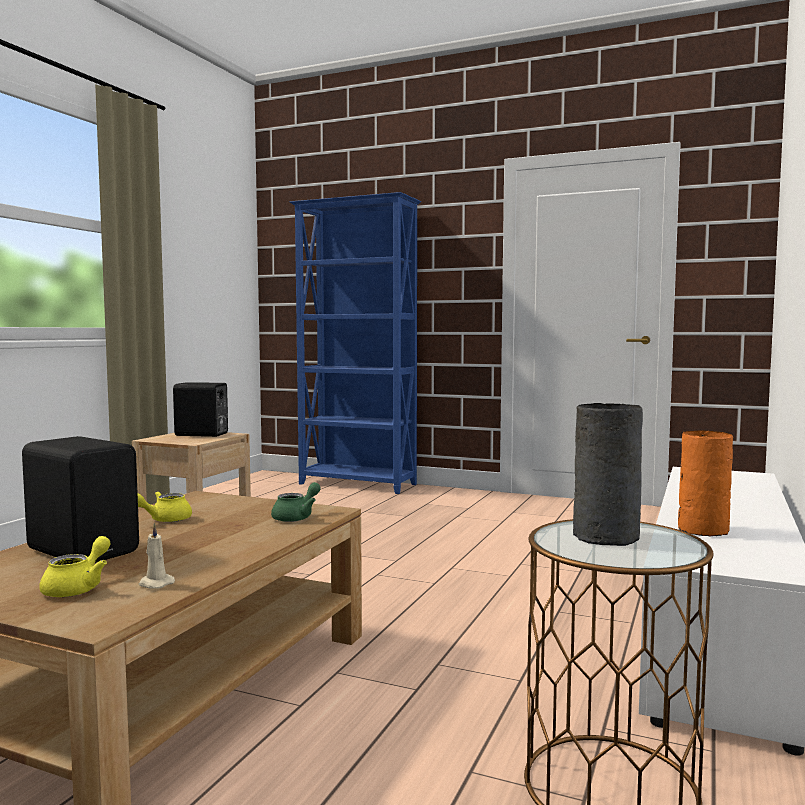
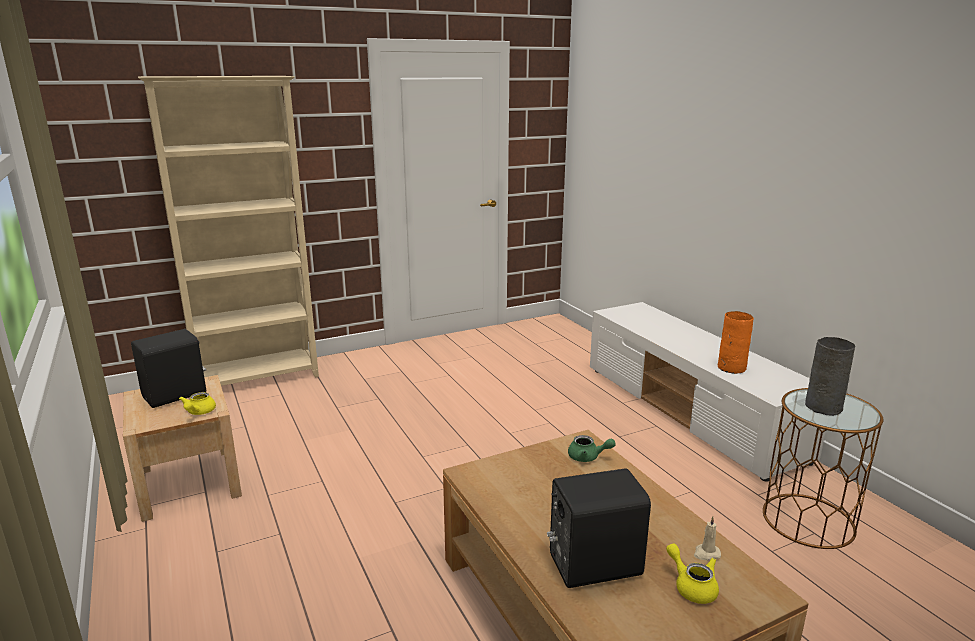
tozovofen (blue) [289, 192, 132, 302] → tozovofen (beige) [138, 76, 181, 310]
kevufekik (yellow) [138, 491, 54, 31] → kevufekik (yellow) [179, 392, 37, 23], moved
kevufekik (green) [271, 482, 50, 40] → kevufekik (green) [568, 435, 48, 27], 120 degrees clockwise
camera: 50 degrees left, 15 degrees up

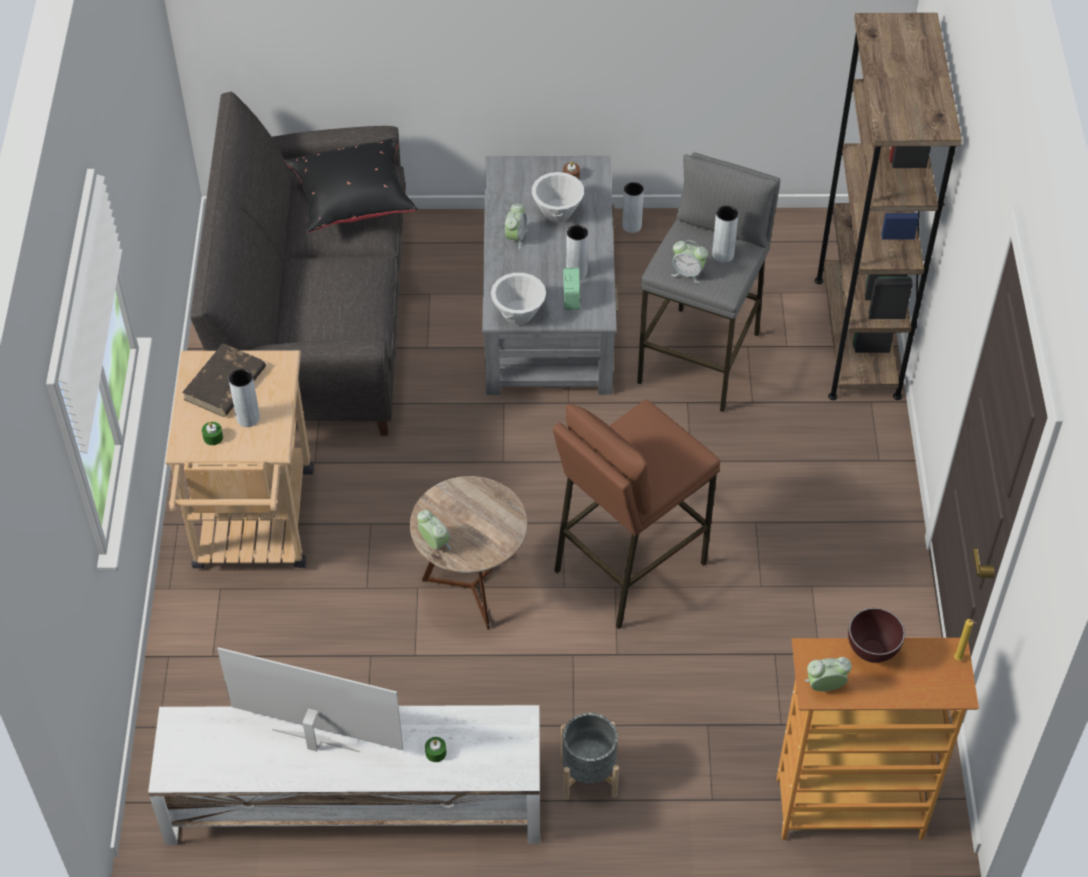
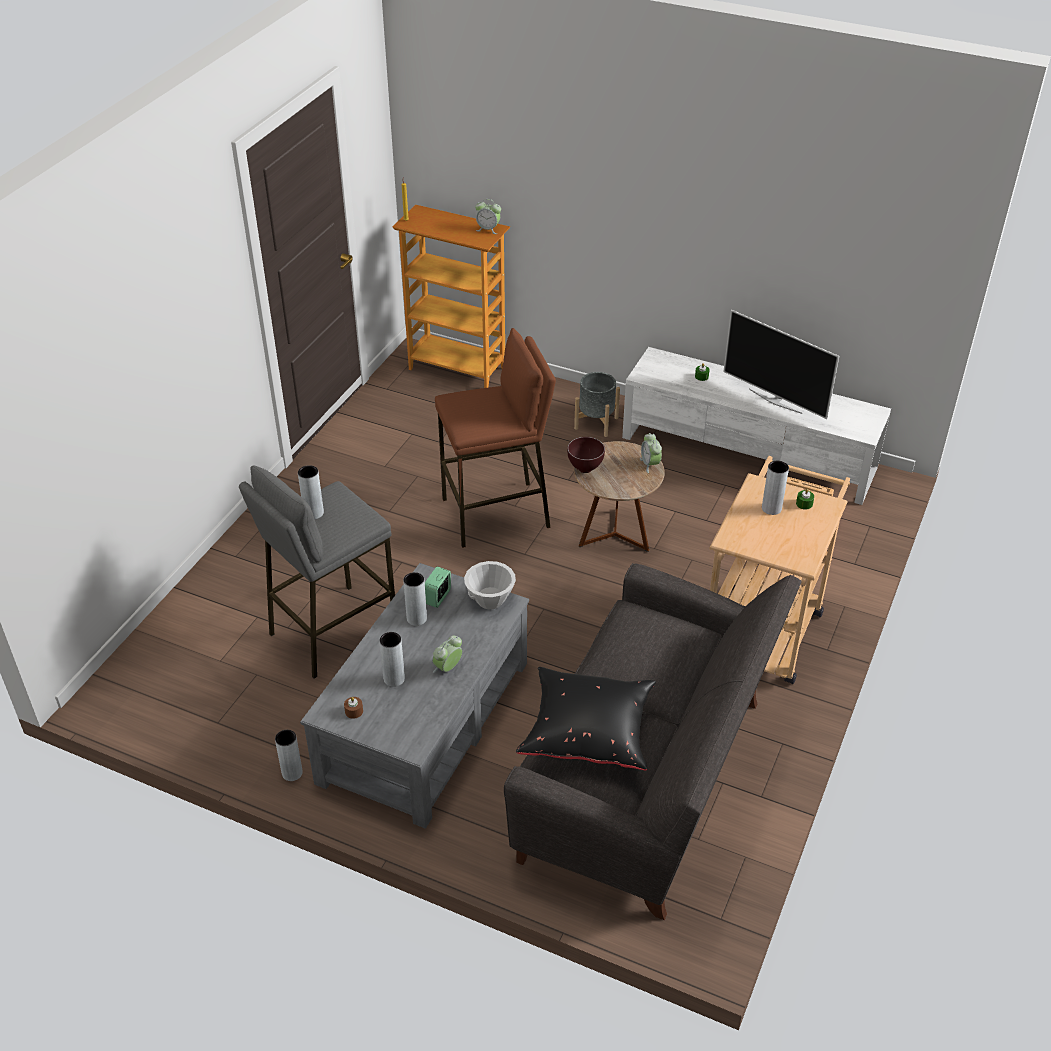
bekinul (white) [532, 172, 52, 50] → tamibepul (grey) [379, 632, 26, 55]
bekinul (brown) [848, 608, 57, 55] → bekinul (brown) [567, 437, 38, 36], moved
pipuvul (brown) [182, 343, 84, 74] → -
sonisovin [672, 240, 36, 44] → -
tozovofen (brown) [815, 13, 147, 387] → -
camera: 155 degrees left, 10 degrees down

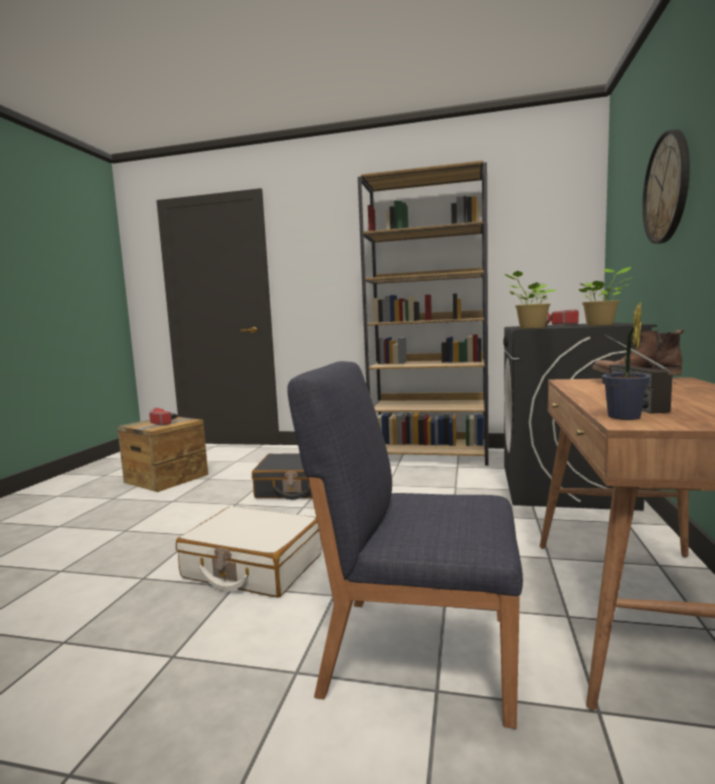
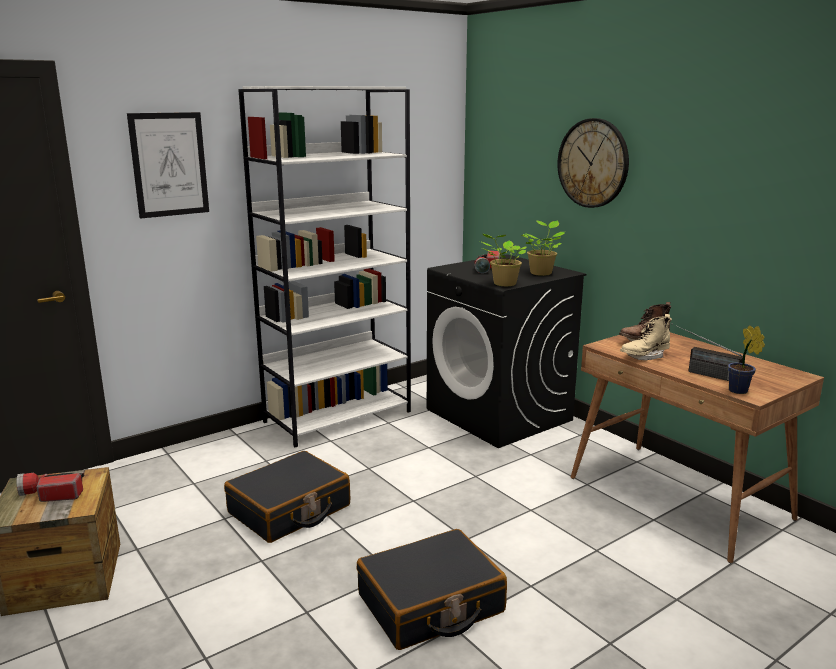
- → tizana [127, 112, 82, 107]
tozovofen (brown) [358, 160, 131, 306] → tozovofen (white) [238, 86, 173, 361]
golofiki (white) [176, 506, 145, 92] → golofiki (black) [357, 529, 150, 121]
- → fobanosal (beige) [620, 314, 52, 47]
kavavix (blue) [287, 361, 236, 368] → -
camera: 50 degrees left, 10 degrees up

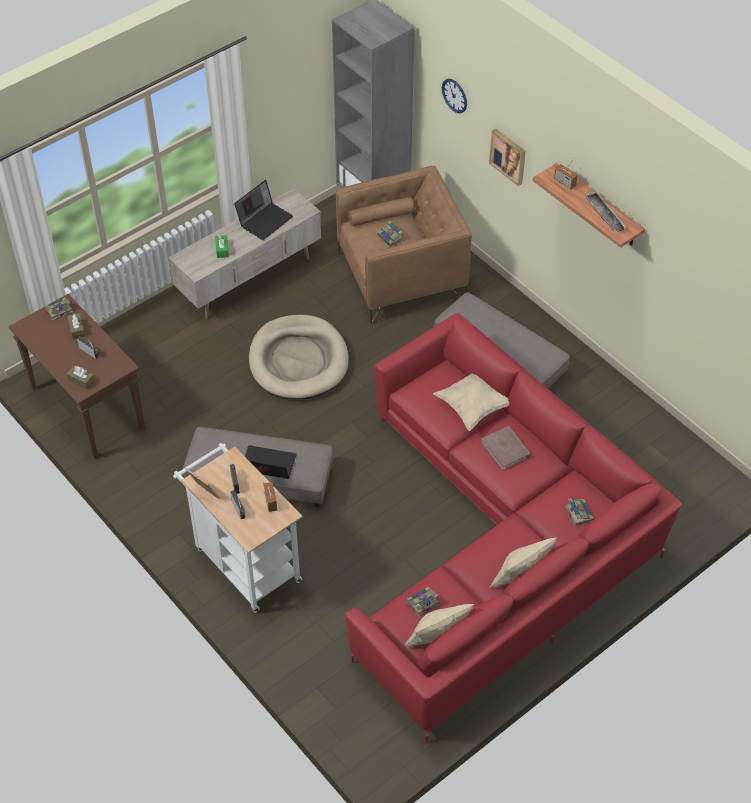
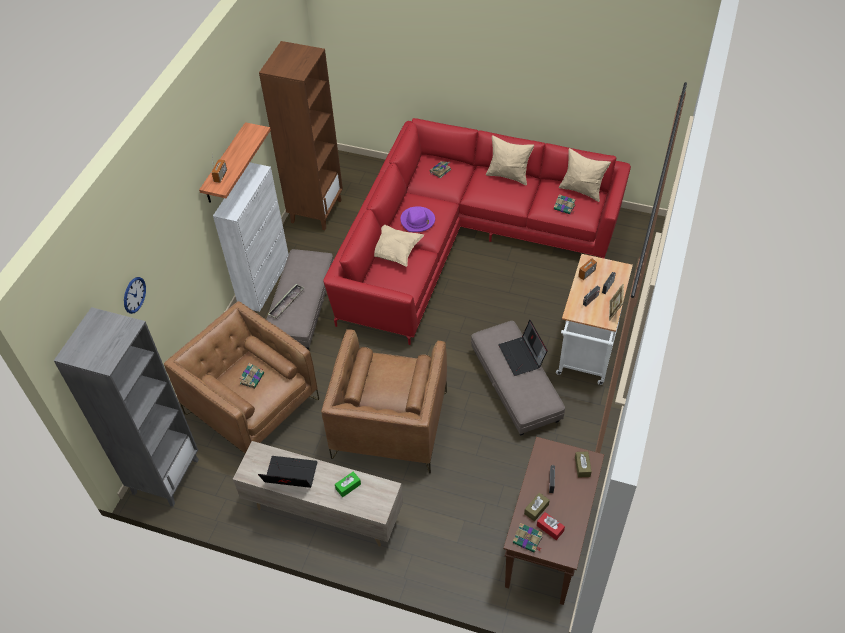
- → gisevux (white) [213, 162, 76, 150]
- → tozovofen (brown) [259, 41, 84, 189]
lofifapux [585, 192, 41, 40] → lofifapux [268, 284, 36, 35], moved
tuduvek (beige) [249, 315, 100, 84] → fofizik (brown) [321, 329, 126, 144]
pipuvul (brown) [481, 426, 50, 44] → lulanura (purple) [401, 206, 34, 26]
- → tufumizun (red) [537, 512, 28, 28]
tizana [489, 128, 37, 58] → -
camera: 120 degrees left, 0 degrees up

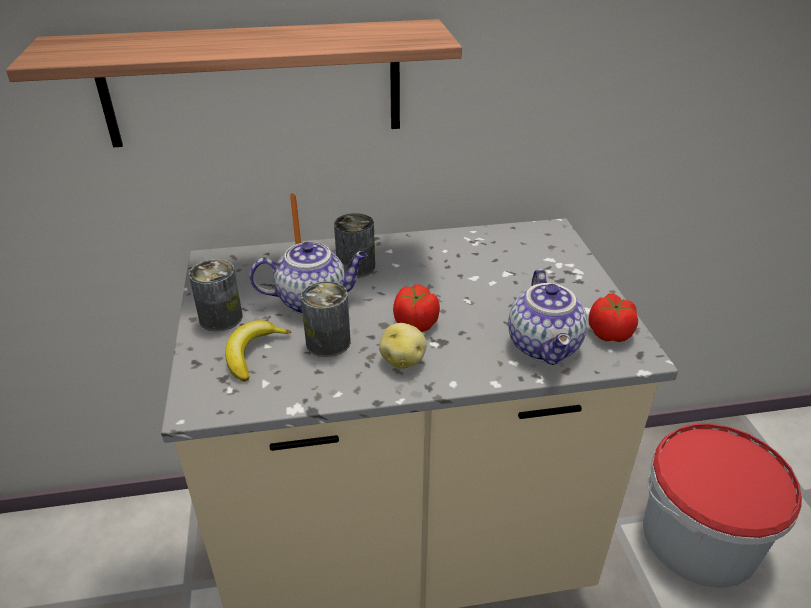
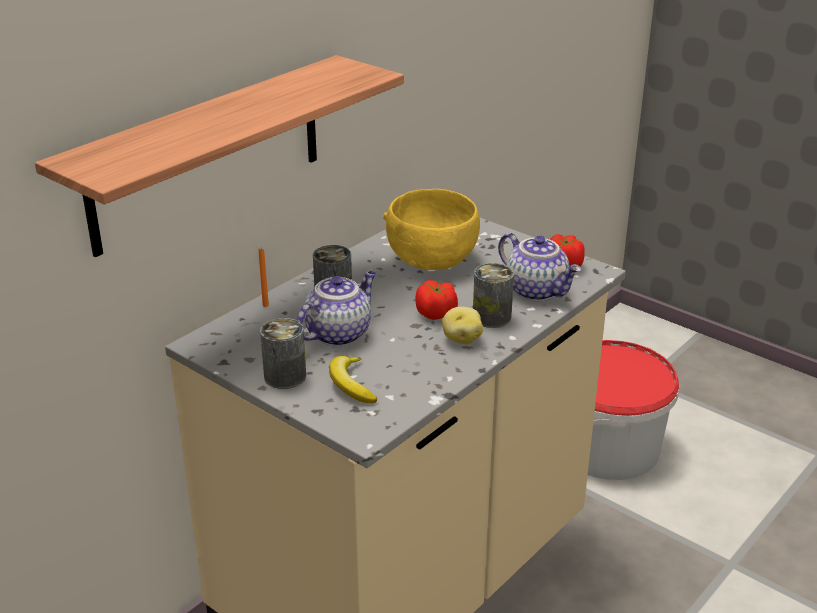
- → bekinul (yellow) [383, 189, 97, 81]
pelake [301, 281, 49, 76] → pelake [473, 263, 41, 65], moved
camera: 40 degrees left, 5 degrees down

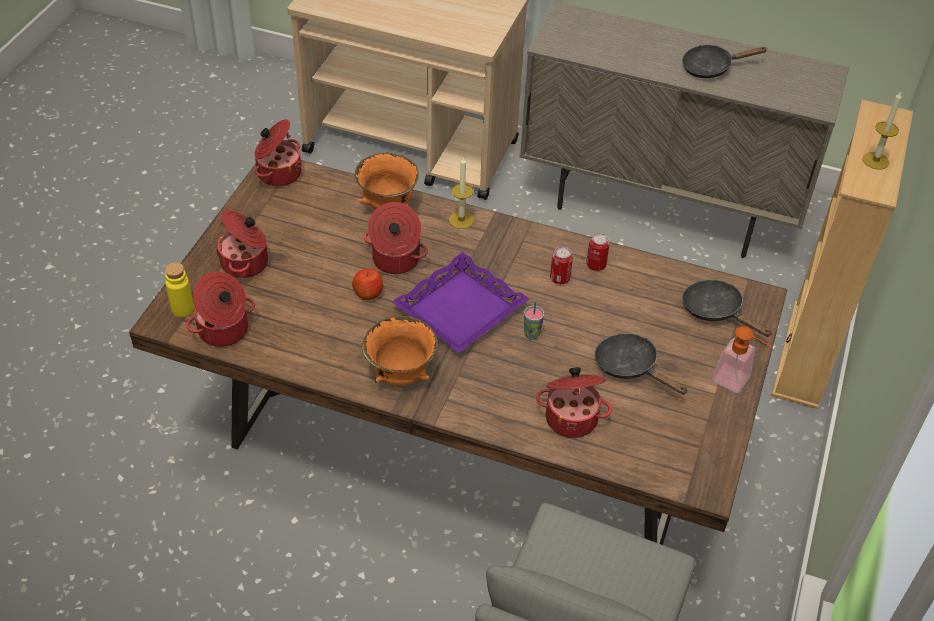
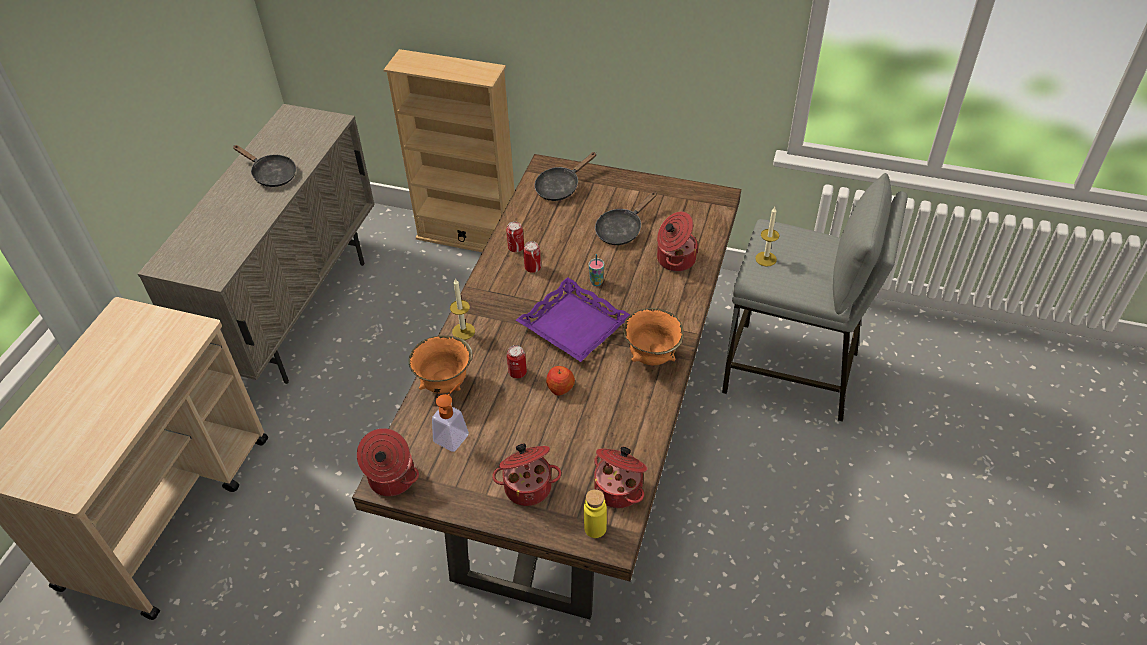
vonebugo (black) [682, 45, 86, 33] → vonebugo (black) [233, 145, 63, 42], 45 degrees counterclockwise
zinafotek [712, 326, 61, 67] → zinafotek [432, 383, 37, 69], moved
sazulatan [364, 202, 64, 72] → pelake [507, 345, 20, 33]
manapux [862, 91, 40, 78] → manapux [755, 207, 24, 60], moved
camera: 90 degrees left, 0 degrees up

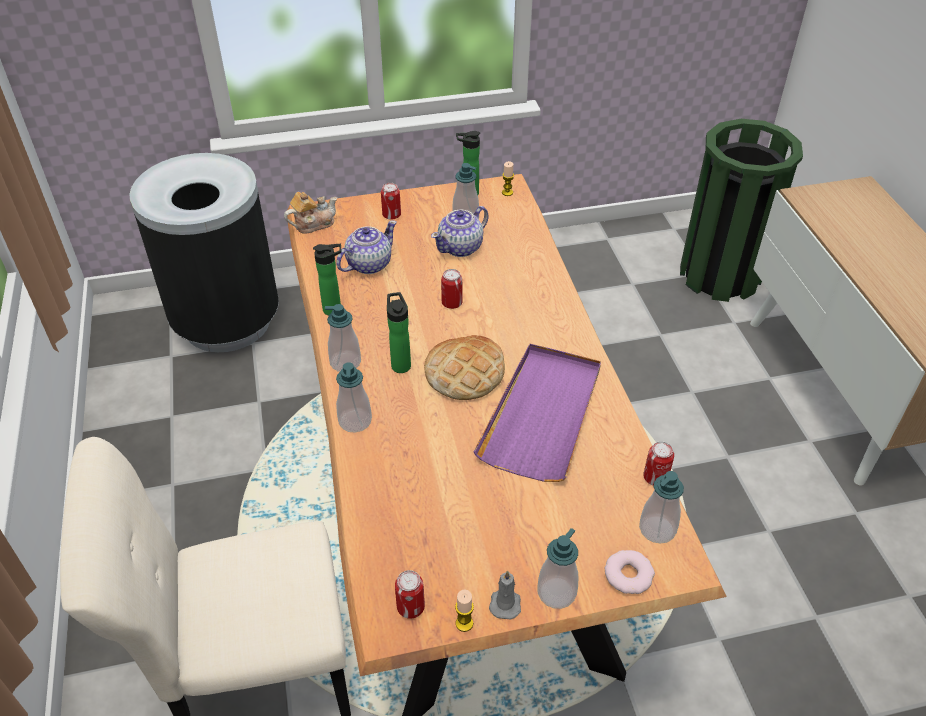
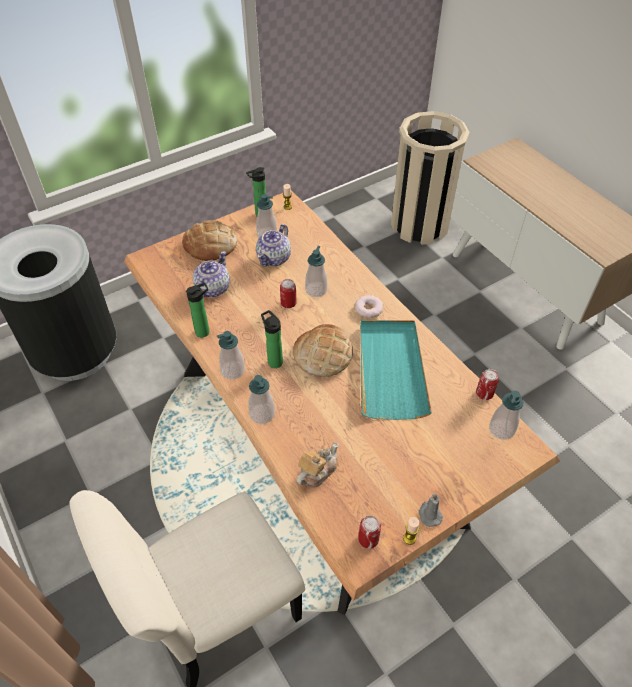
pelake [381, 183, 20, 37] → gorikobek [182, 220, 55, 41]
kevufekik [284, 192, 53, 42] → kevufekik [296, 442, 43, 46], moved
zinafotek [538, 528, 40, 81] → zinafotek [305, 246, 22, 51], moved
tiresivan [605, 550, 50, 44] → tiresivan [355, 295, 28, 23], moved
lofifapux (purple) [474, 344, 127, 138] → lofifapux (turquoise) [360, 320, 72, 100]
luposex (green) [680, 119, 123, 183] → luposex (beige) [391, 111, 78, 134]
camera: 20 degrees left, 5 degrees up

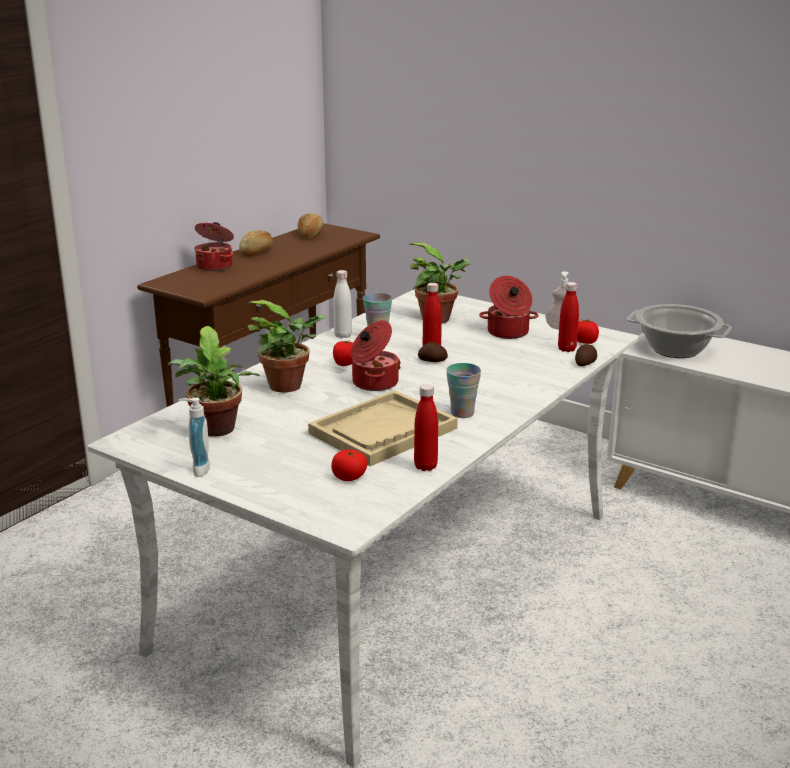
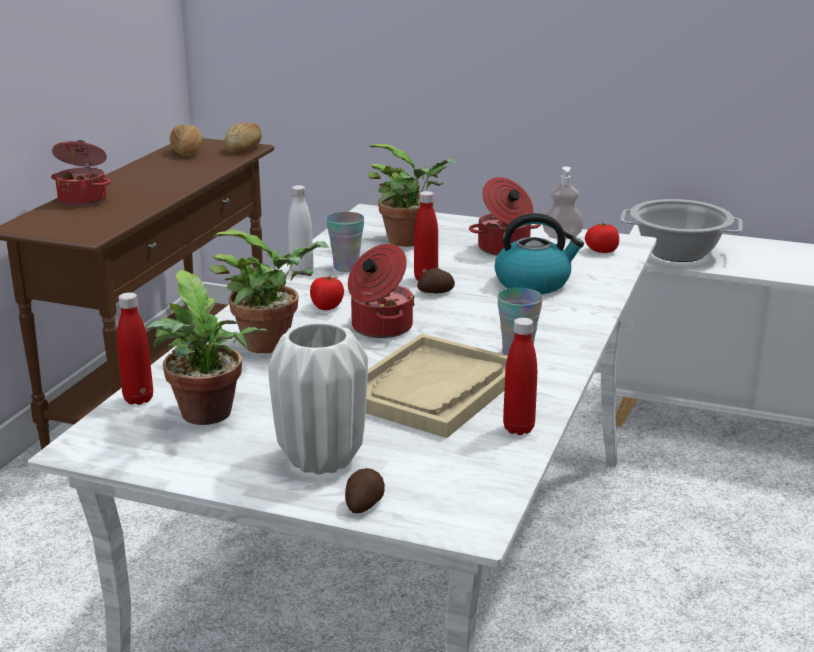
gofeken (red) [558, 282, 21, 70] → gofeken (red) [117, 293, 36, 112], moved
gorikobek [239, 230, 34, 26] → gorikobek [225, 122, 37, 32], moved
- → tamibepul (white) [268, 322, 100, 153]
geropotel [575, 344, 22, 22] → geropotel [345, 468, 40, 45], moved
- → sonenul [495, 213, 89, 81]
zinafotek [179, 397, 31, 80] → -
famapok [331, 450, 37, 31] → -
camera: 15 degrees left, 0 degrees up

